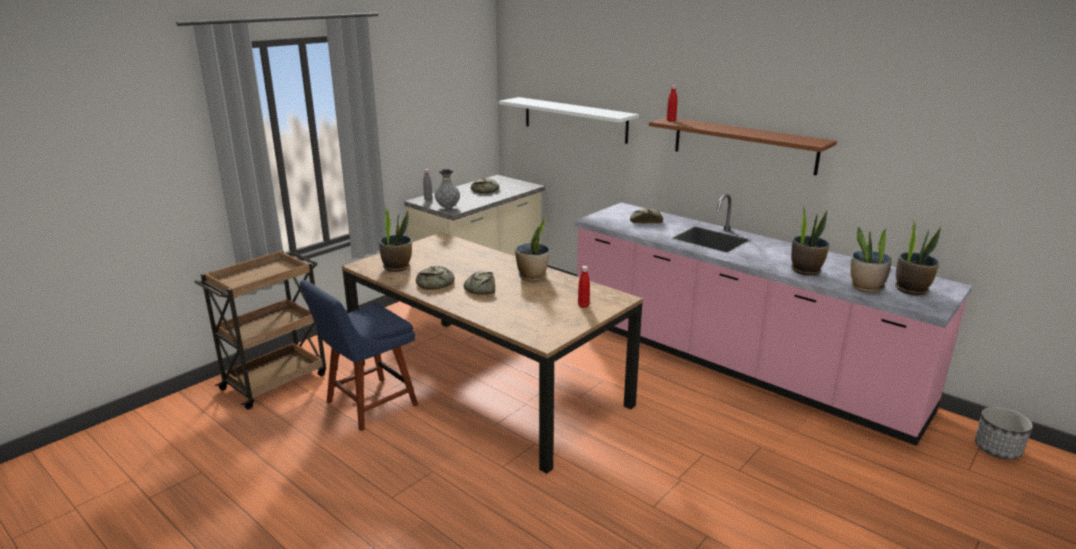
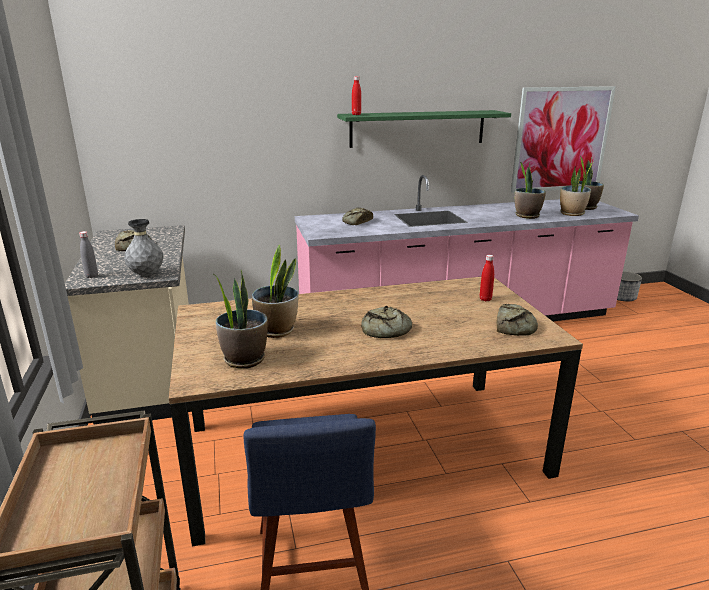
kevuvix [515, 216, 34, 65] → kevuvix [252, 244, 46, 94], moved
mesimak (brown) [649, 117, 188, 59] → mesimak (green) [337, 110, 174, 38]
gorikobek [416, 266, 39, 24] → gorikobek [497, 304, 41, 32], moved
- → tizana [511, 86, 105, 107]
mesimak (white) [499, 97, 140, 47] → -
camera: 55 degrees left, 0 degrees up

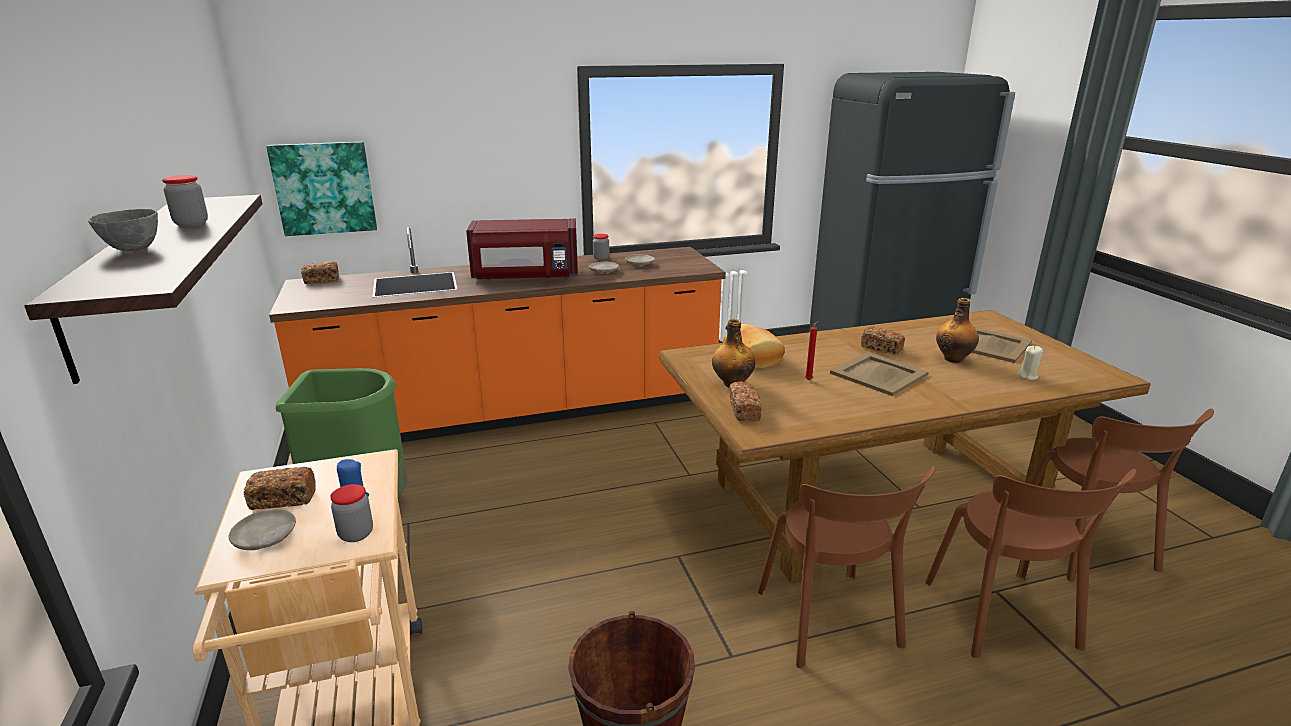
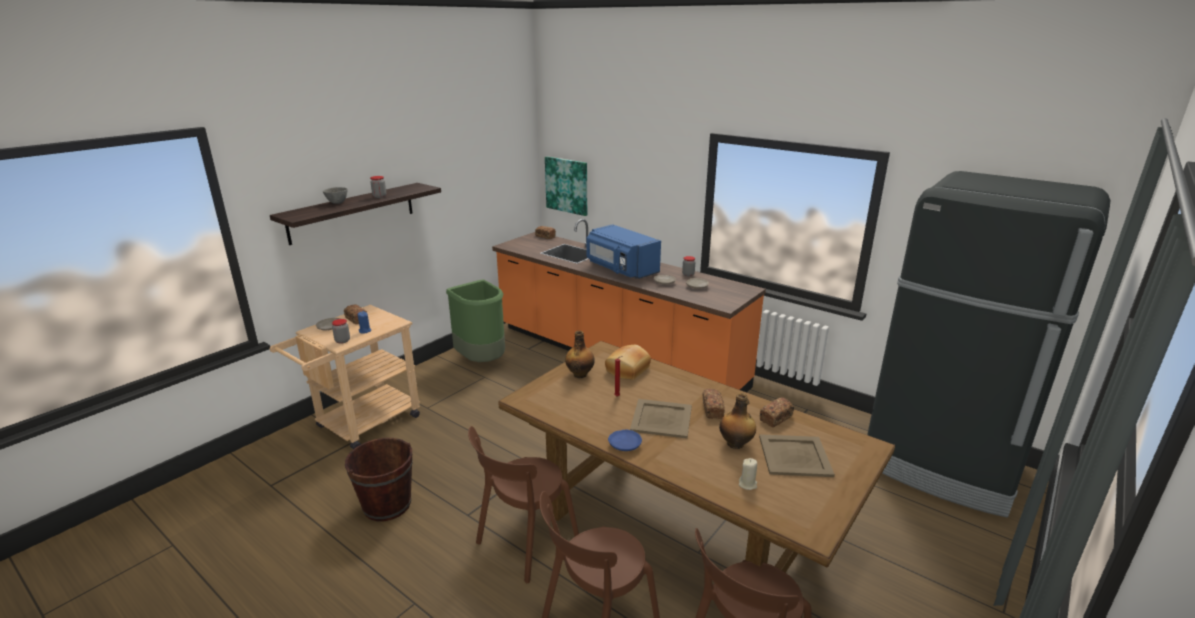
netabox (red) [466, 219, 112, 62] → netabox (blue) [586, 224, 75, 55]
- → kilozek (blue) [608, 430, 34, 21]
gorikobek [729, 381, 33, 40] → gorikobek [759, 397, 35, 30], moved
camera: 55 degrees right, 0 degrees up

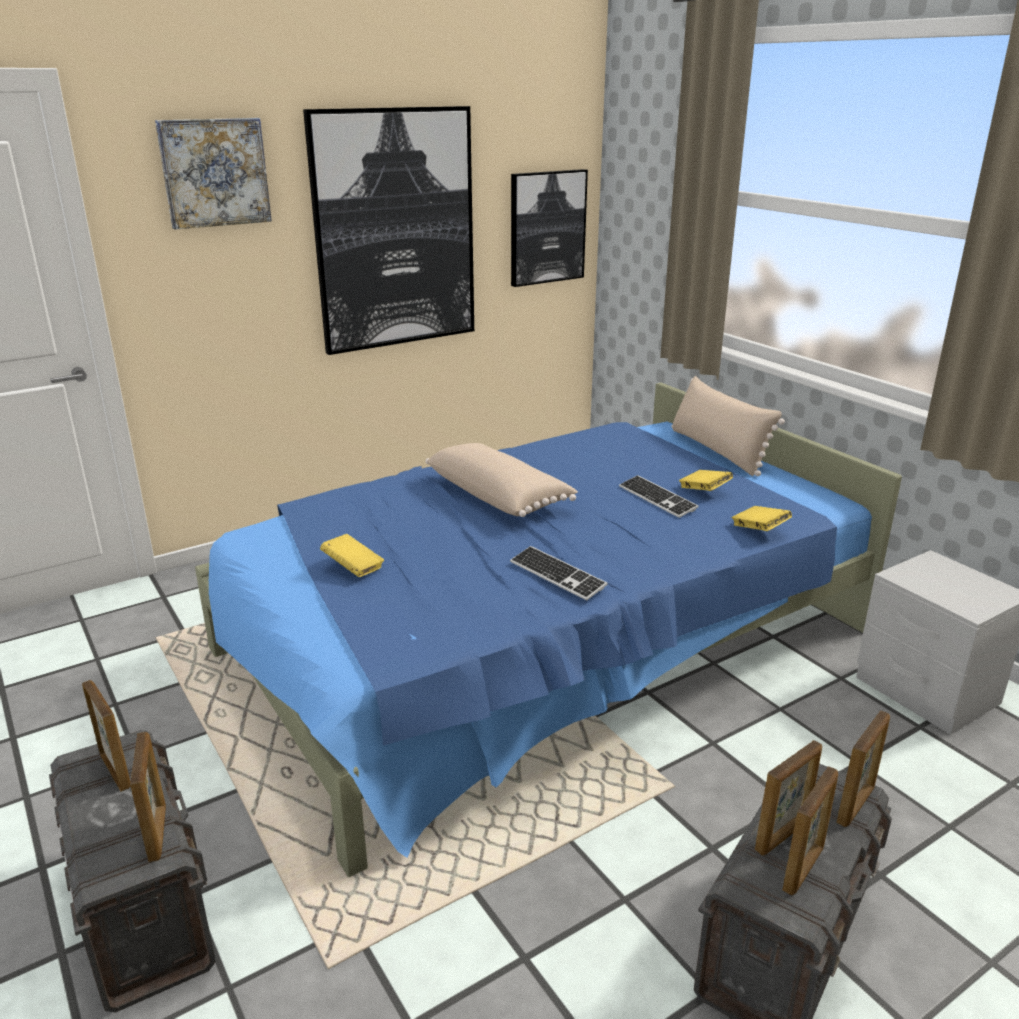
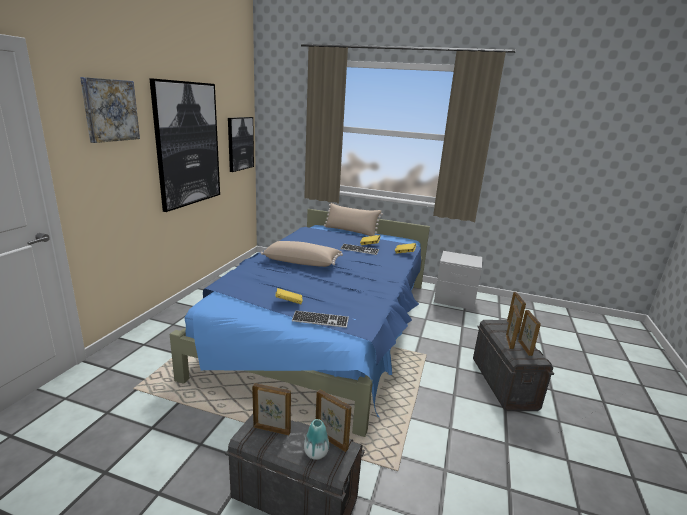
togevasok [510, 546, 98, 54] → togevasok [292, 311, 57, 17], moved
- → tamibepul [304, 419, 25, 41]
camera: 40 degrees left, 5 degrees down

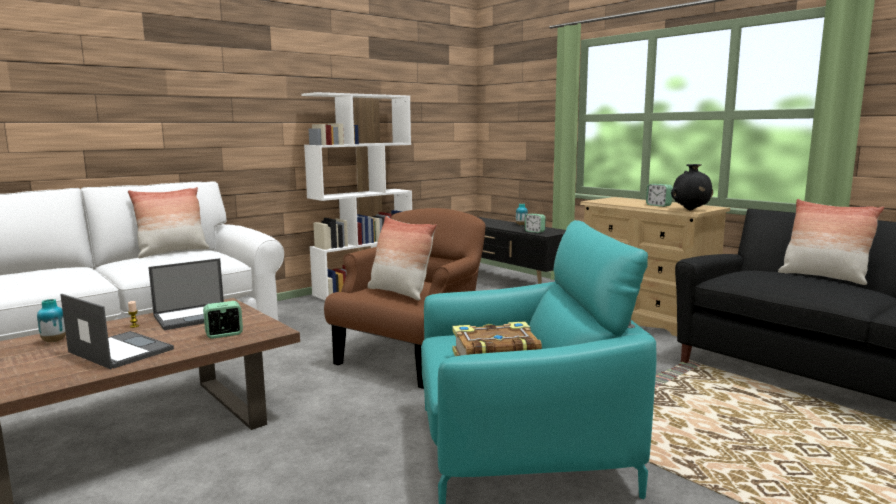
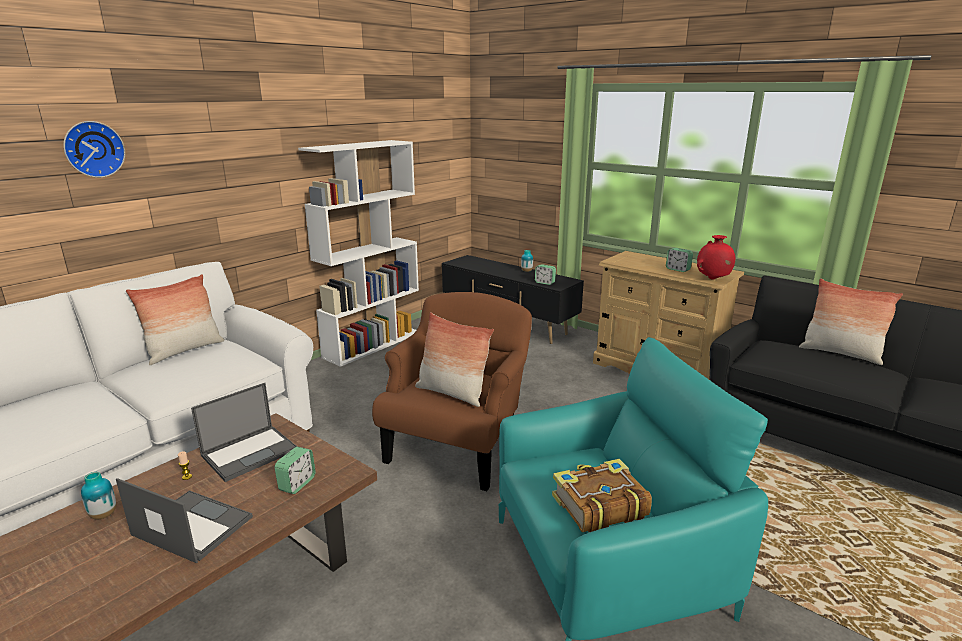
- → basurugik [63, 121, 62, 57]
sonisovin [203, 301, 40, 38] → sonisovin [275, 447, 41, 47], 150 degrees clockwise
tamibepul (black) [671, 164, 42, 46] → tamibepul (red) [697, 235, 38, 45]
camera: 10 degrees left, 10 degrees up

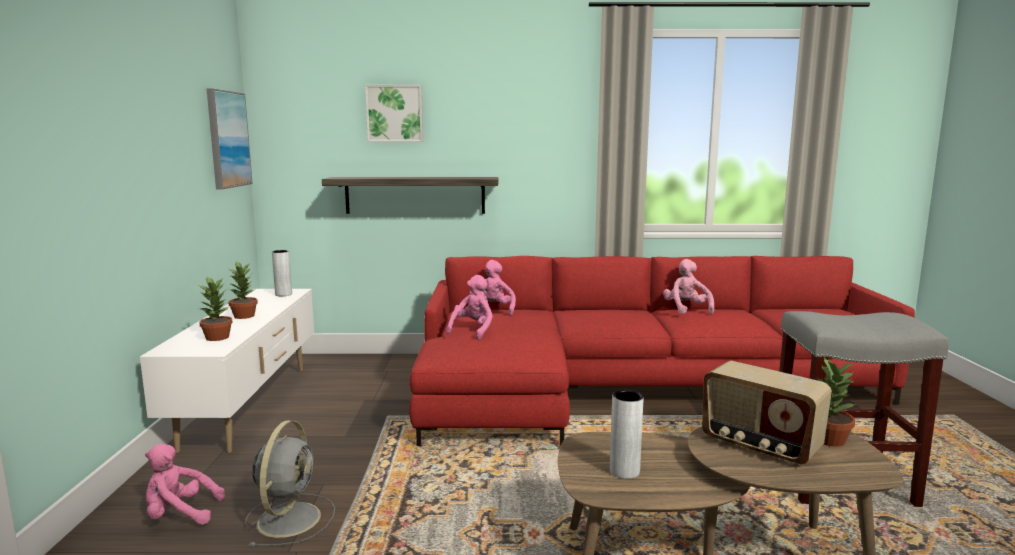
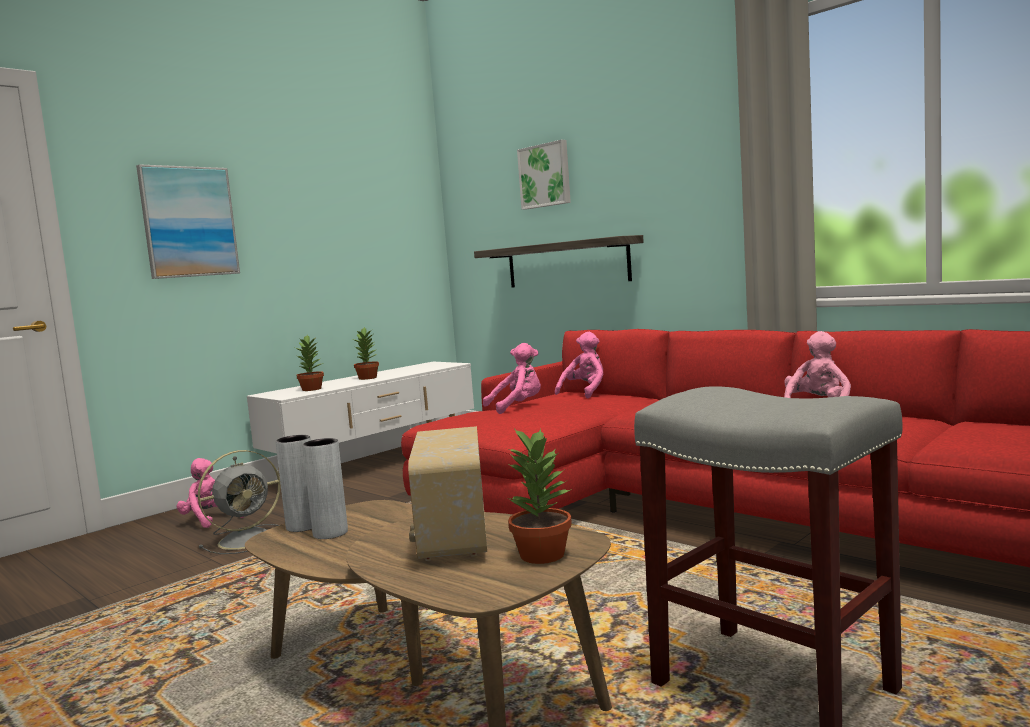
tizana [207, 88, 46, 101] → tizana [136, 164, 104, 115], moved
tamibepul (grey) [272, 250, 20, 46] → tamibepul (grey) [275, 435, 37, 97], moved
camera: 45 degrees right, 5 degrees down

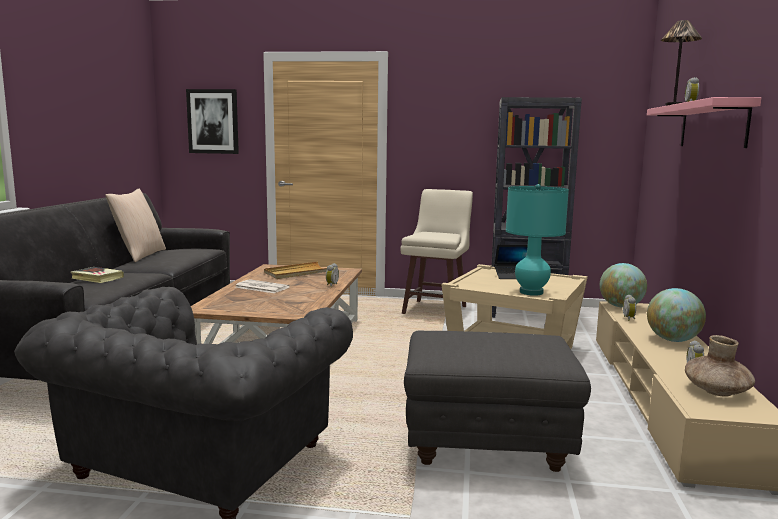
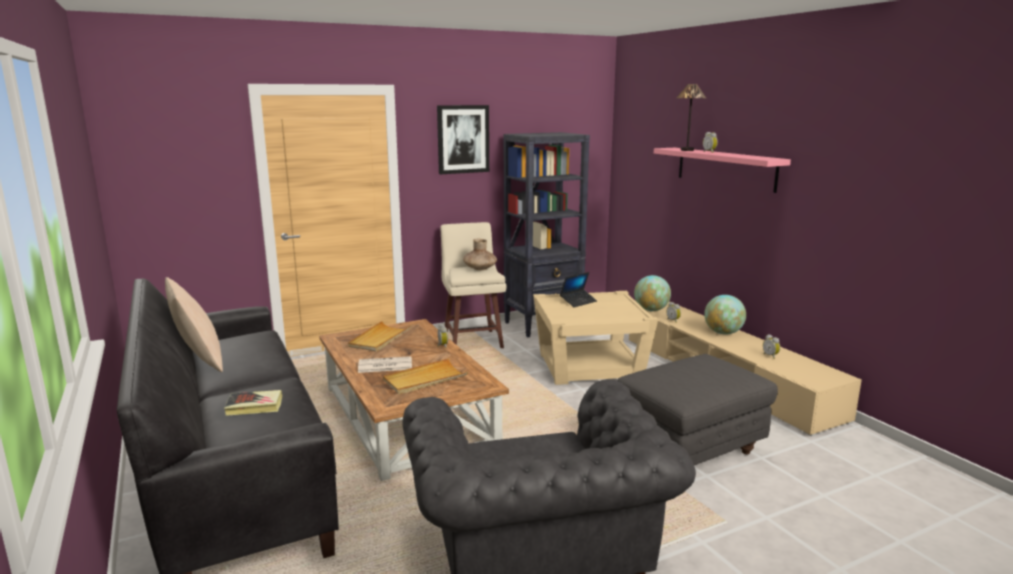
- → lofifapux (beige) [383, 358, 85, 36]
tizana [186, 89, 53, 65] → tizana [437, 105, 52, 69], moved
tamibepul (brown) [685, 335, 70, 61] → tamibepul (brown) [463, 239, 34, 31], moved
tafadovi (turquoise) [506, 184, 63, 112] → -
camera: 35 degrees left, 5 degrees up

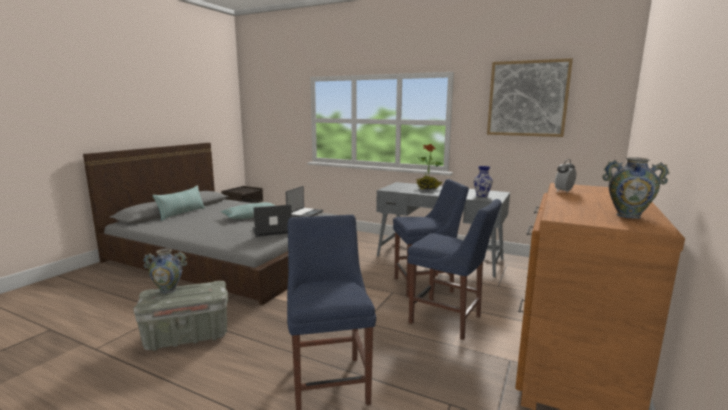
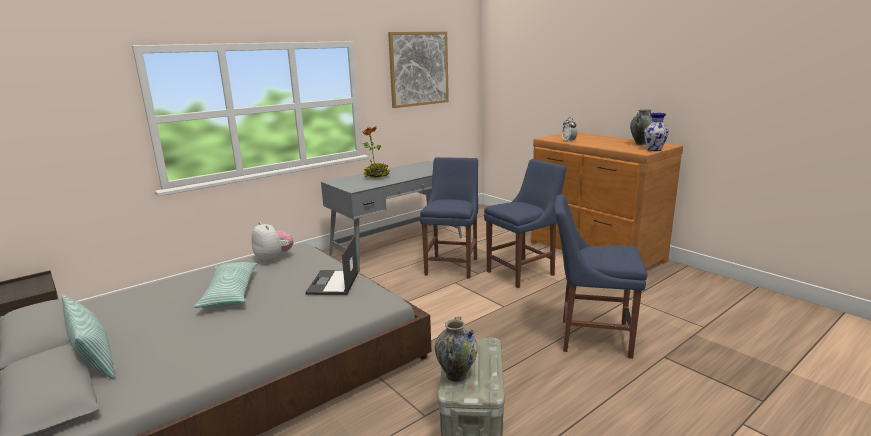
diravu [286, 186, 37, 31] → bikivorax [251, 222, 43, 41]
tamibepul [474, 166, 19, 31] → tamibepul [644, 113, 25, 38], moved
camera: 65 degrees left, 5 degrees up

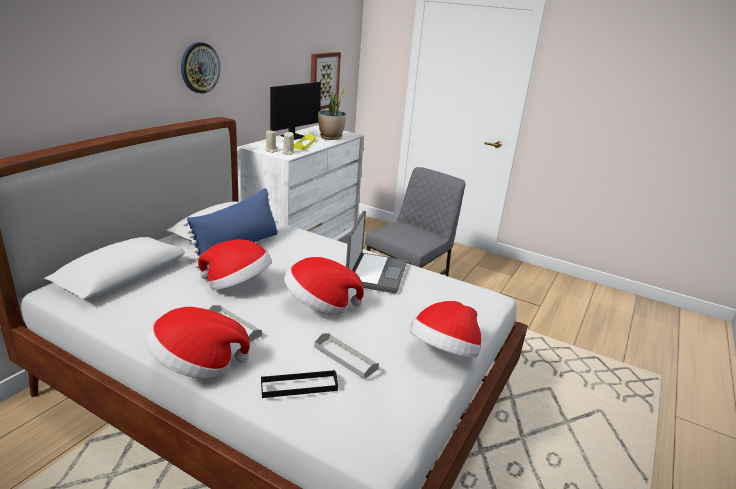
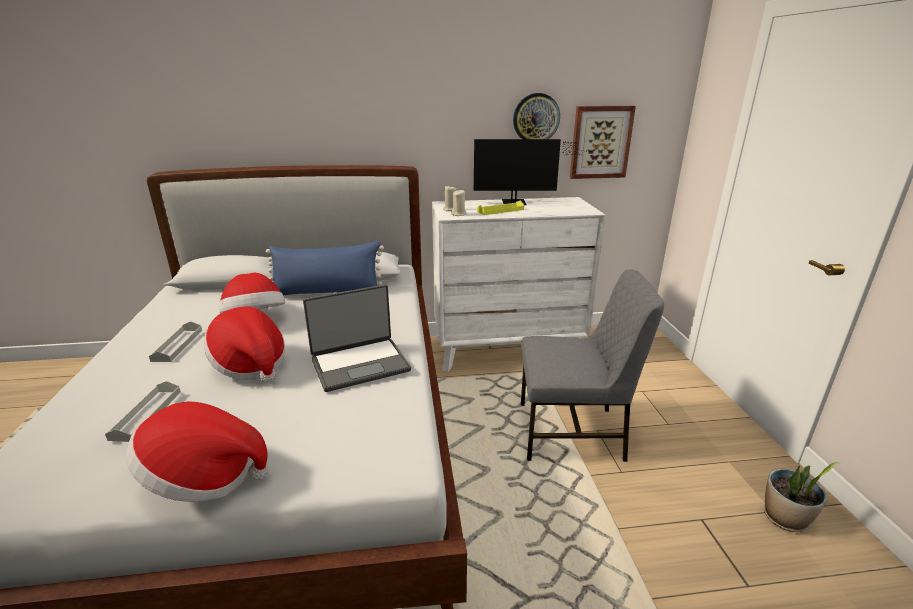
basurugik [181, 42, 39, 52] → basurugik [513, 93, 47, 46], moved
kevuvix [318, 86, 29, 54] → kevuvix [764, 462, 76, 70], moved
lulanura [146, 307, 104, 72] → -
lofifapux (black) [261, 370, 77, 28] → -
camera: 55 degrees right, 0 degrees up

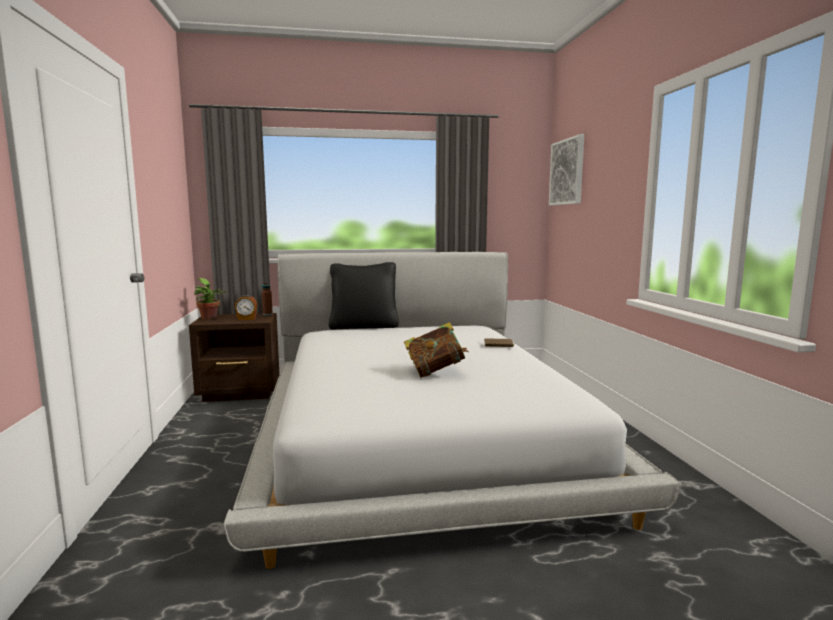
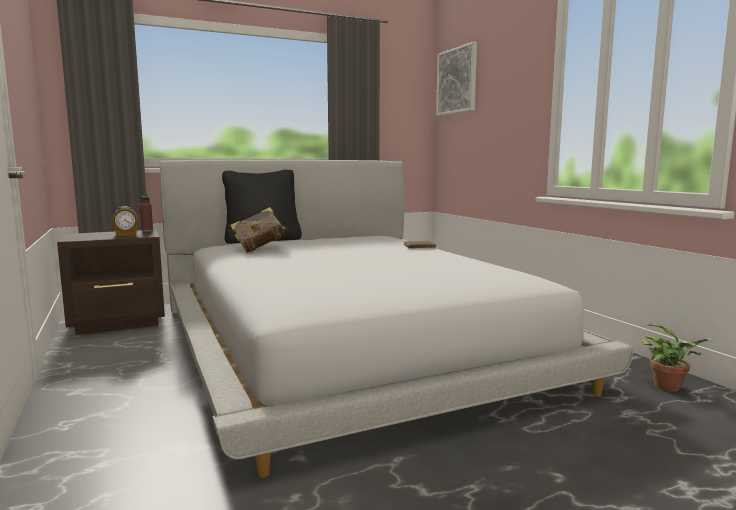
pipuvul [404, 322, 65, 56] → pipuvul [230, 207, 58, 46], moved
kevuvix [194, 278, 33, 41] → kevuvix [642, 324, 71, 67], moved
camera: 15 degrees left, 0 degrees up

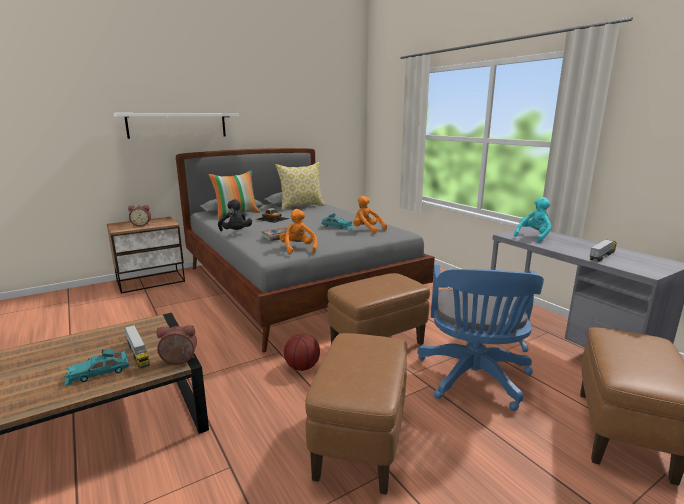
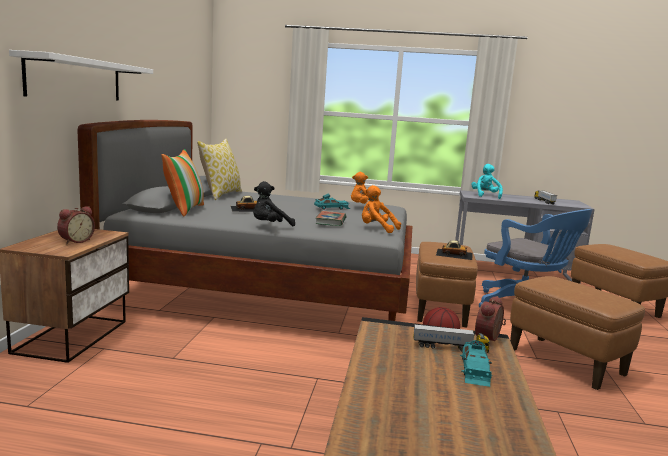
bikivorax (black) [218, 199, 34, 32] → bikivorax (black) [253, 181, 42, 45], 135 degrees clockwise
- → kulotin [436, 240, 37, 20]
camera: 50 degrees left, 5 degrees down

